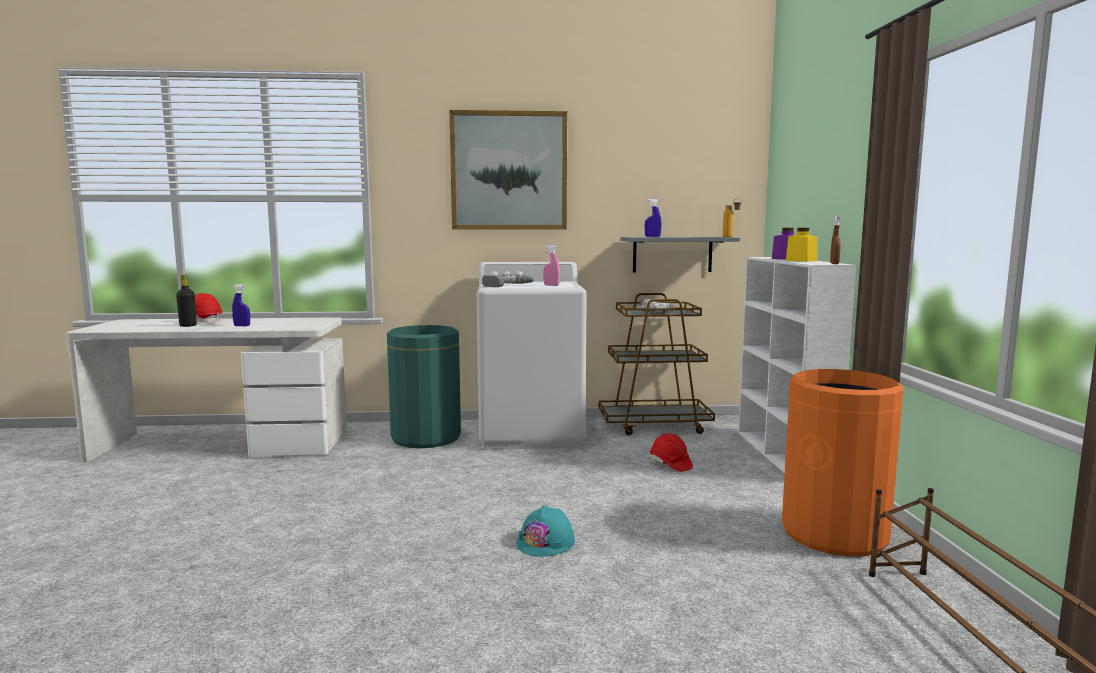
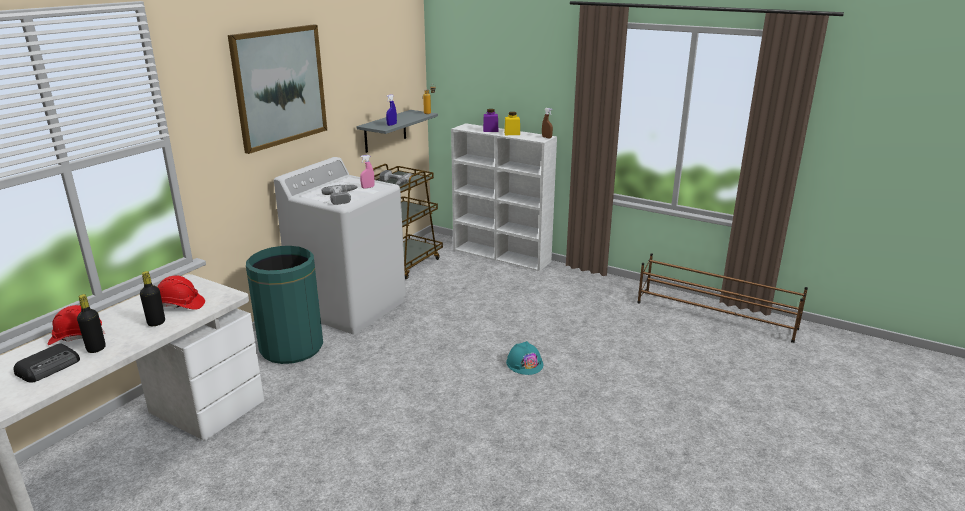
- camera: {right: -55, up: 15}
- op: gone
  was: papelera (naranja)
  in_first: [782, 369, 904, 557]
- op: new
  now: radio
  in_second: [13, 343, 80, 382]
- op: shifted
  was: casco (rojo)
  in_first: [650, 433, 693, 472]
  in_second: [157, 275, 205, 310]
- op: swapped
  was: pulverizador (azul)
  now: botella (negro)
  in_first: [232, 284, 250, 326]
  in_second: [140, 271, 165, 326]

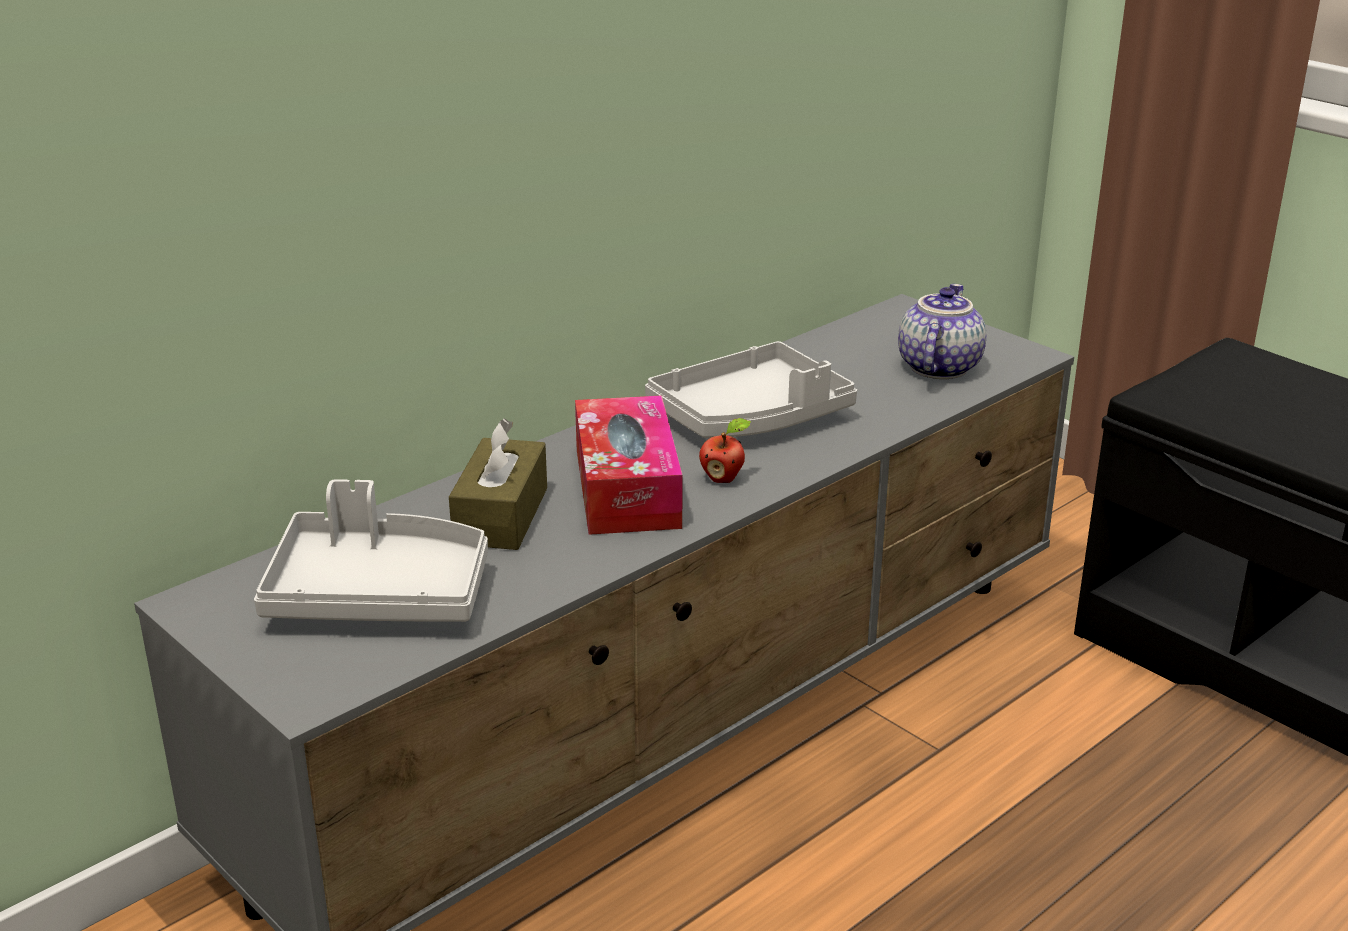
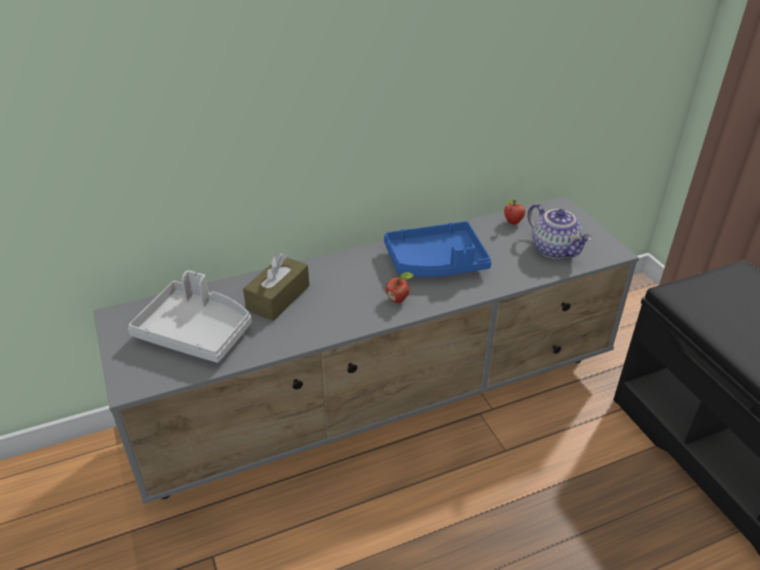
- camera: {right: 20, up: 10}
- op: gone
  was: caja de pañuelos
  in_first: [575, 395, 682, 535]
- op: new
  now: manzana
  in_second: [504, 200, 525, 225]
- op: repainted
  was: bandeja (gris)
  now: bandeja (azul)
  in_first: [645, 341, 857, 438]
  in_second: [384, 221, 492, 277]
- op: rotated
  was: tetera
  in_first: [898, 284, 986, 379]
  in_second: [527, 204, 592, 259]
  clockwise: 105

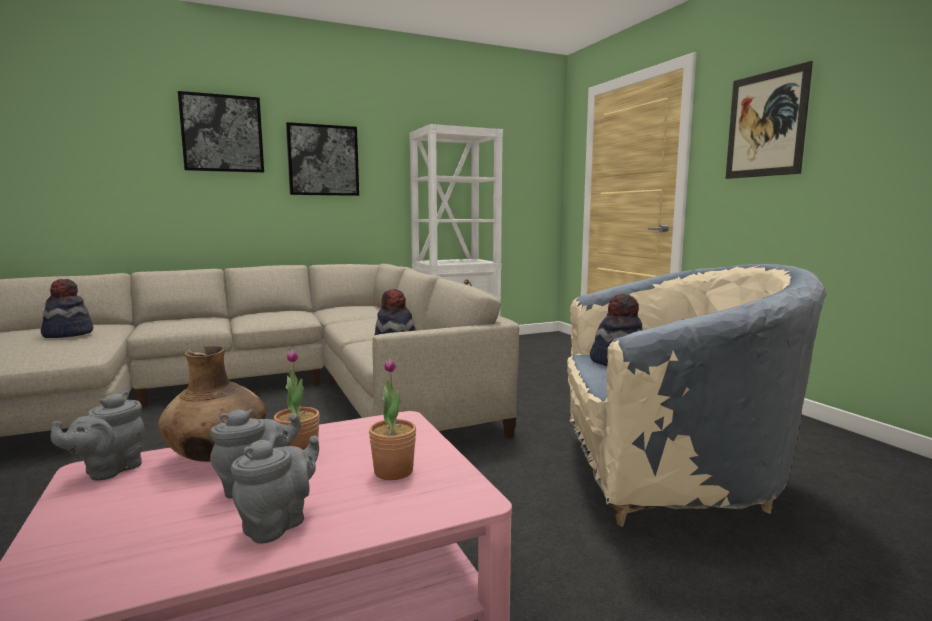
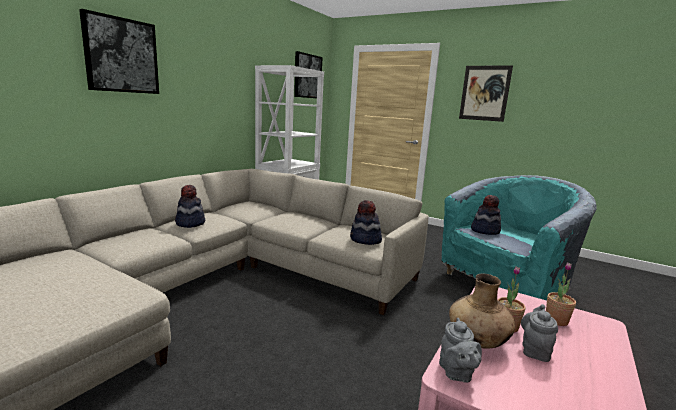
- camera: {right: -35, up: 5}
- op: gone
  was: tetera (gris)
  in_first: [231, 436, 319, 544]
- op: shifted
  was: sombrero
  in_first: [41, 279, 93, 338]
  in_second: [175, 185, 205, 228]
- op: shifted
  was: cuadro
  in_first: [286, 122, 359, 196]
  in_second: [294, 51, 323, 98]
- op: repainted
  was: sillón (beis)
  now: sillón (turquesa)
  in_first: [567, 264, 827, 527]
  in_second: [442, 175, 597, 300]

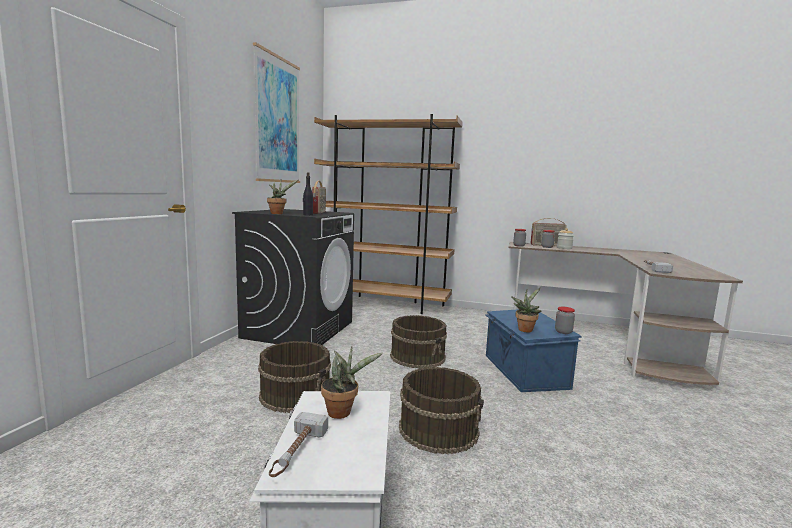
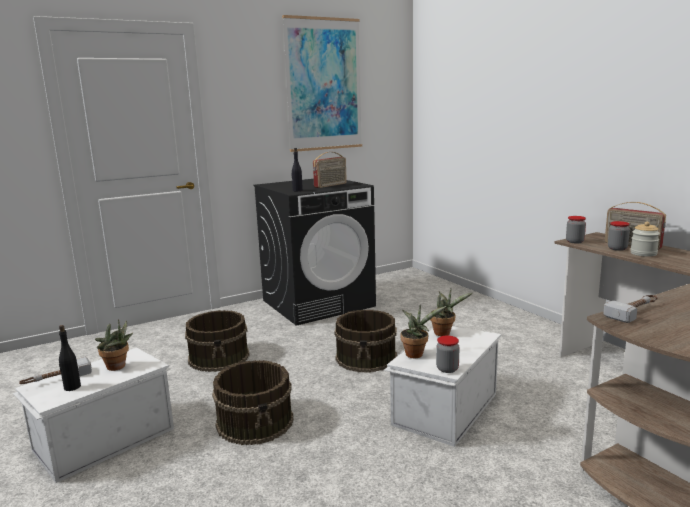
- camera: {right: 45, up: 5}
- op: gone
  was: estantería (marrón)
  in_first: [314, 114, 463, 314]
- op: new
  now: botella (negro)
  in_second: [59, 325, 81, 391]
- op: shifted
  was: planta en maceta
  in_first: [267, 179, 298, 214]
  in_second: [430, 289, 472, 336]
- op: repainted
  was: caja de almacenaje (azul)
  now: caja de almacenaje (blanco)
  in_first: [485, 309, 582, 392]
  in_second: [384, 326, 501, 447]

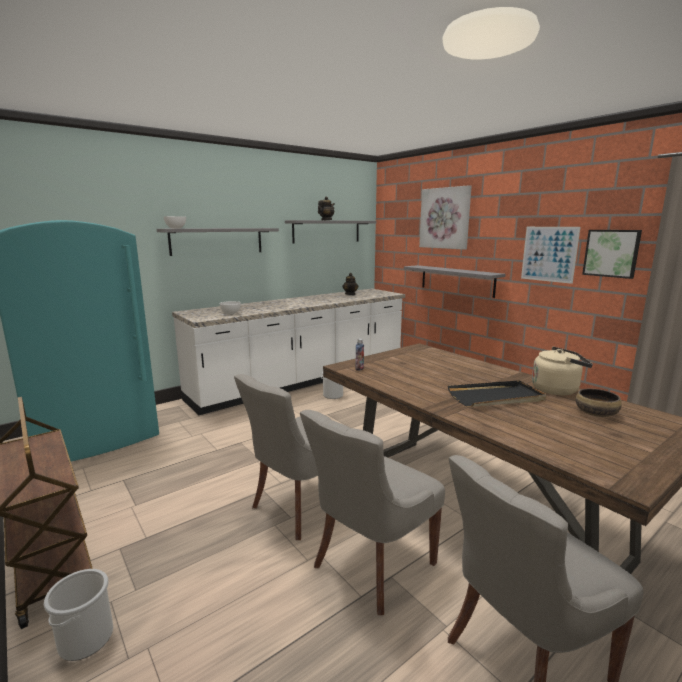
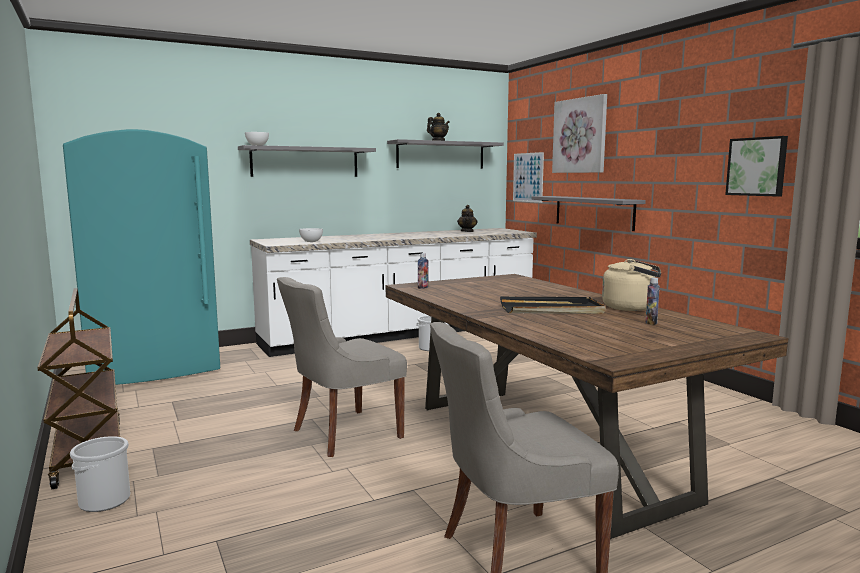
- camera: {right: 10, up: -5}
- op: gone
  was: silla (gris)
  in_first: [300, 410, 445, 615]
- op: shifted
  was: cuadro
  in_first: [521, 227, 580, 284]
  in_second: [513, 152, 544, 203]
- op: swapped
  was: cuenco
  now: botella
  in_first: [576, 388, 622, 417]
  in_second: [645, 278, 660, 325]

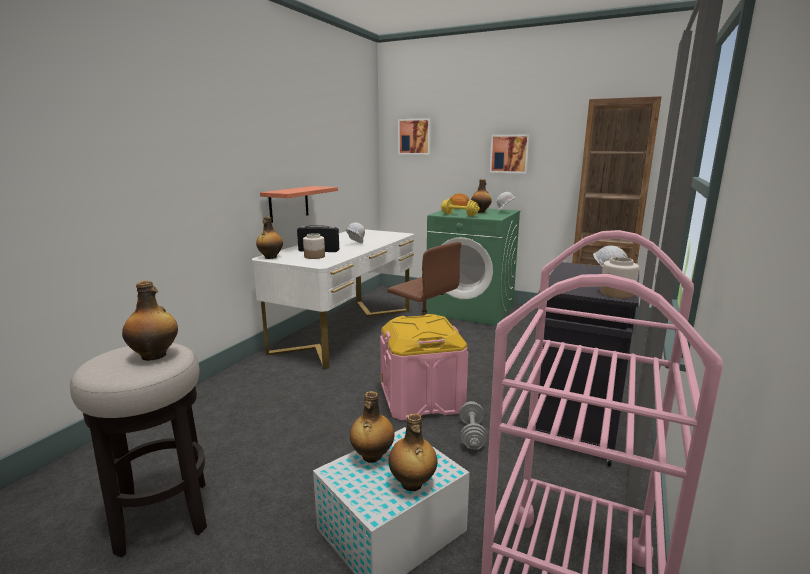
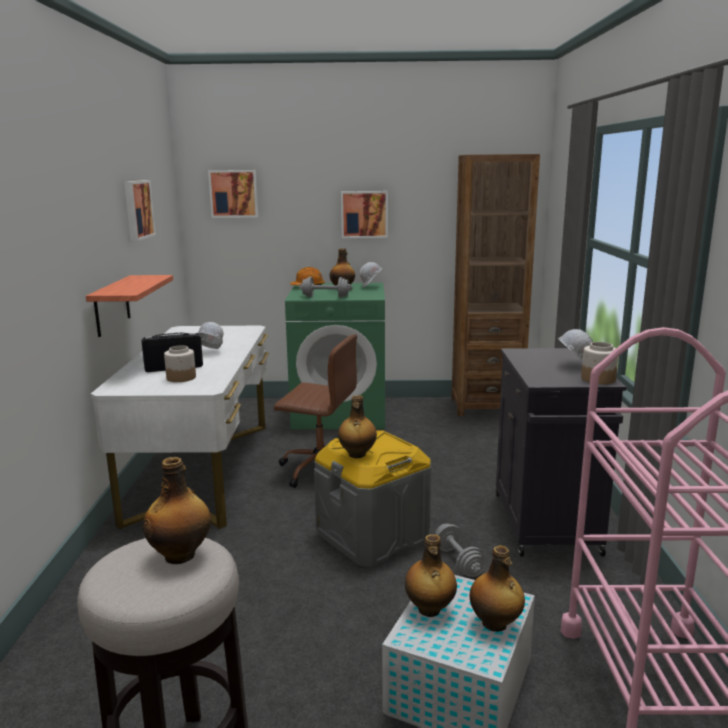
- camera: {right: -25, up: 0}
- op: new
  now: cuadro
  in_second: [124, 180, 156, 241]
- op: shifted
  was: botella
  in_first: [256, 217, 283, 259]
  in_second: [338, 395, 377, 459]
- op: repainted
  was: caja de almacenaje (rosa)
  now: caja de almacenaje (gris)
  in_first: [380, 314, 468, 420]
  in_second: [314, 430, 431, 567]
- op: repainted
  was: mancuerna (amarillo)
  now: mancuerna (gris)
  in_first: [441, 199, 480, 216]
  in_second: [299, 277, 353, 298]

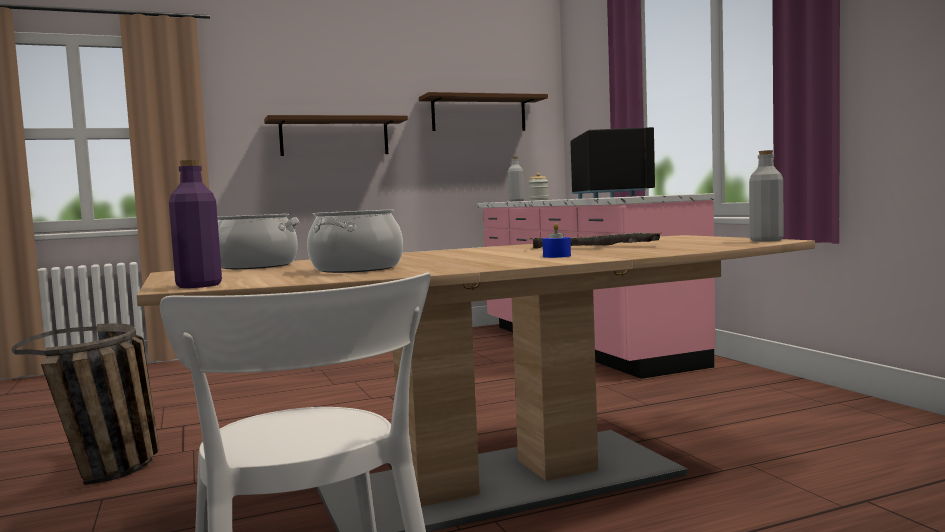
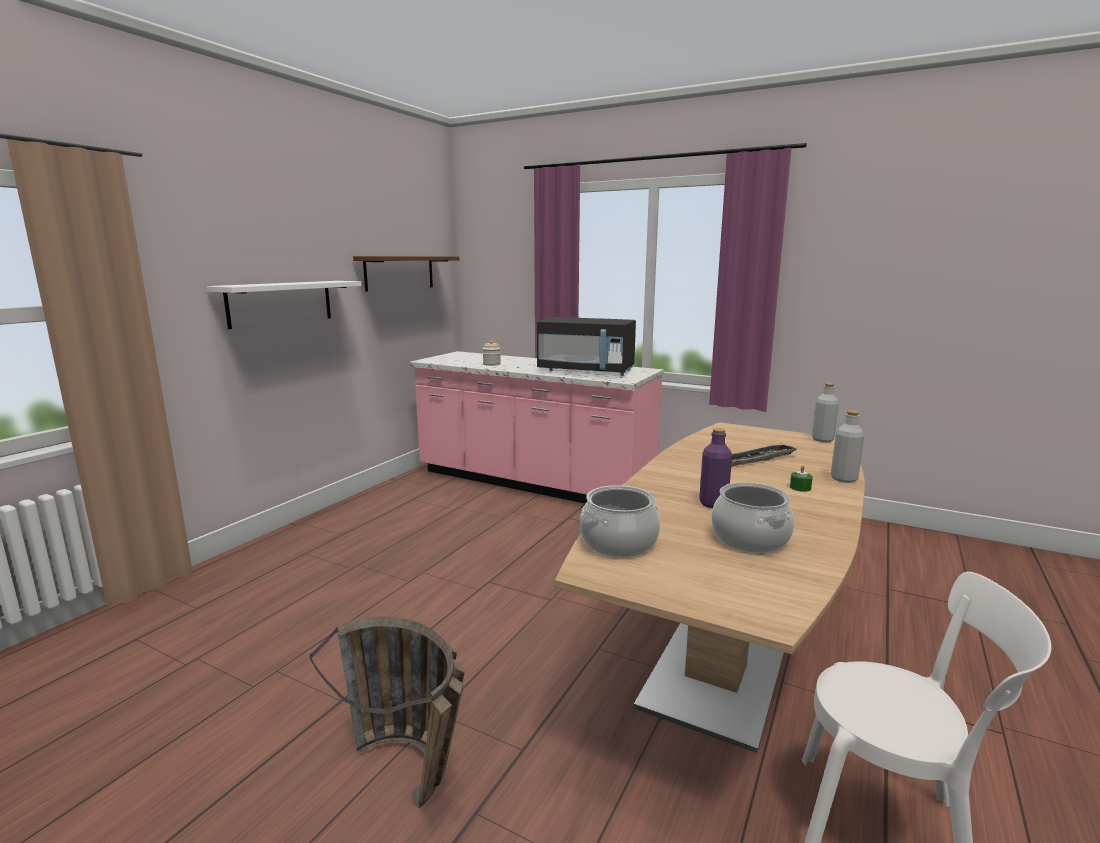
- camera: {right: -40, up: 10}
- op: shifted
  was: botella (morado)
  in_first: [169, 160, 222, 288]
  in_second: [699, 428, 732, 508]
- op: shifted
  was: botella (gris)
  in_first: [508, 157, 524, 201]
  in_second: [831, 410, 864, 483]
- op: repainted
  was: estante (marrón)
  now: estante (blanco)
  in_first: [264, 115, 408, 156]
  in_second: [207, 281, 362, 329]
- op: repainted
  was: vela (azul)
  now: vela (verde)
  in_first: [543, 223, 571, 258]
  in_second: [790, 465, 813, 492]
- op: rotated
  was: microondas (negro)
  in_first: [570, 127, 655, 199]
  in_second: [537, 317, 636, 376]
  clockwise: 150

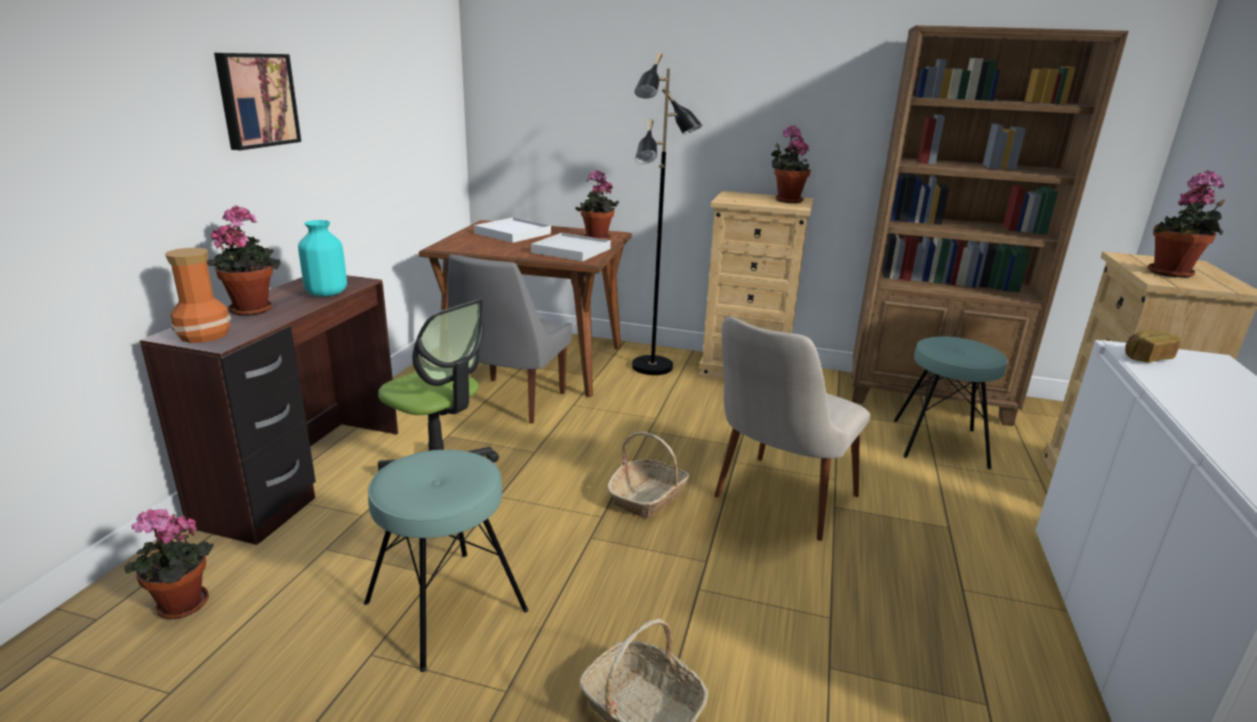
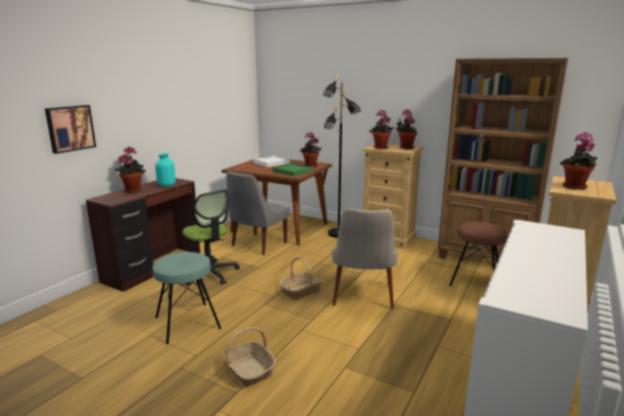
- camera: {right: 15, up: -5}
- op: gone
  was: florero
  in_first: [165, 248, 231, 343]
- op: gone
  was: pan
  in_first: [1125, 330, 1181, 363]
- op: shifted
  was: planta en maceta
  in_first: [124, 509, 214, 619]
  in_second: [369, 110, 394, 149]
- op: shifted
  was: cuadro
  in_first: [214, 53, 301, 150]
  in_second: [45, 105, 96, 154]
- op: repainted
  was: bandeja (blanco)
  now: bandeja (verde)
  in_first: [531, 233, 611, 262]
  in_second: [272, 163, 313, 176]
- op: repainted
  was: taburete (turquesa)
  now: taburete (marrón)
  in_first: [894, 336, 1008, 469]
  in_second: [449, 222, 507, 286]
- op: rotated
  was: silla (beis)
  in_first: [714, 316, 870, 541]
  in_second: [332, 208, 398, 309]
  clockwise: -45

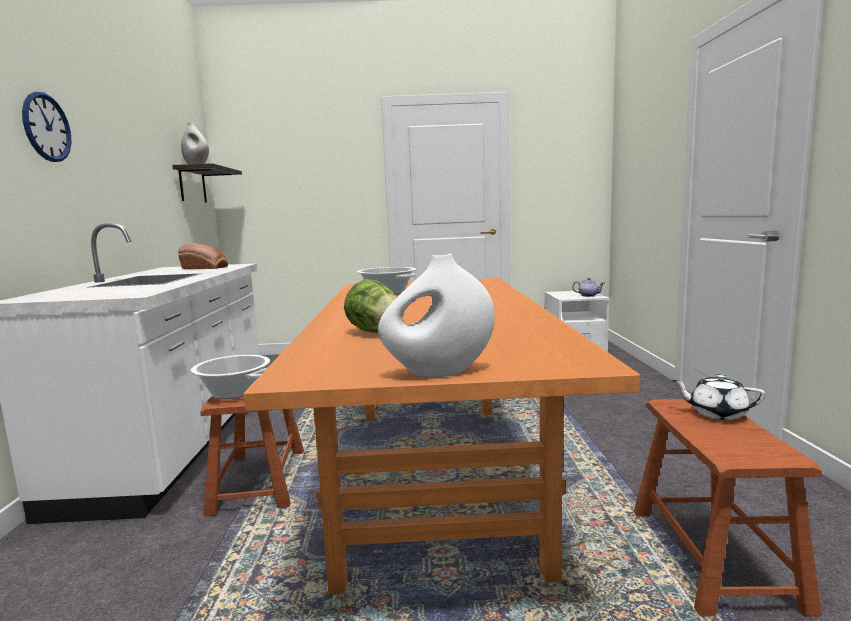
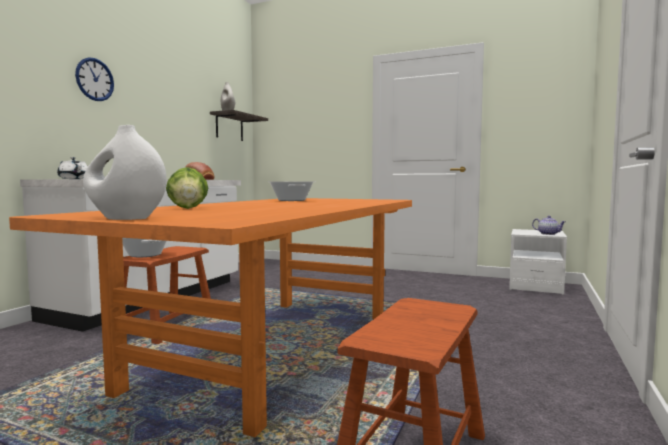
- camera: {right: 25, up: -5}
- op: shifted
  was: tetera (blanco)
  in_first: [672, 374, 765, 420]
  in_second: [57, 157, 88, 179]

